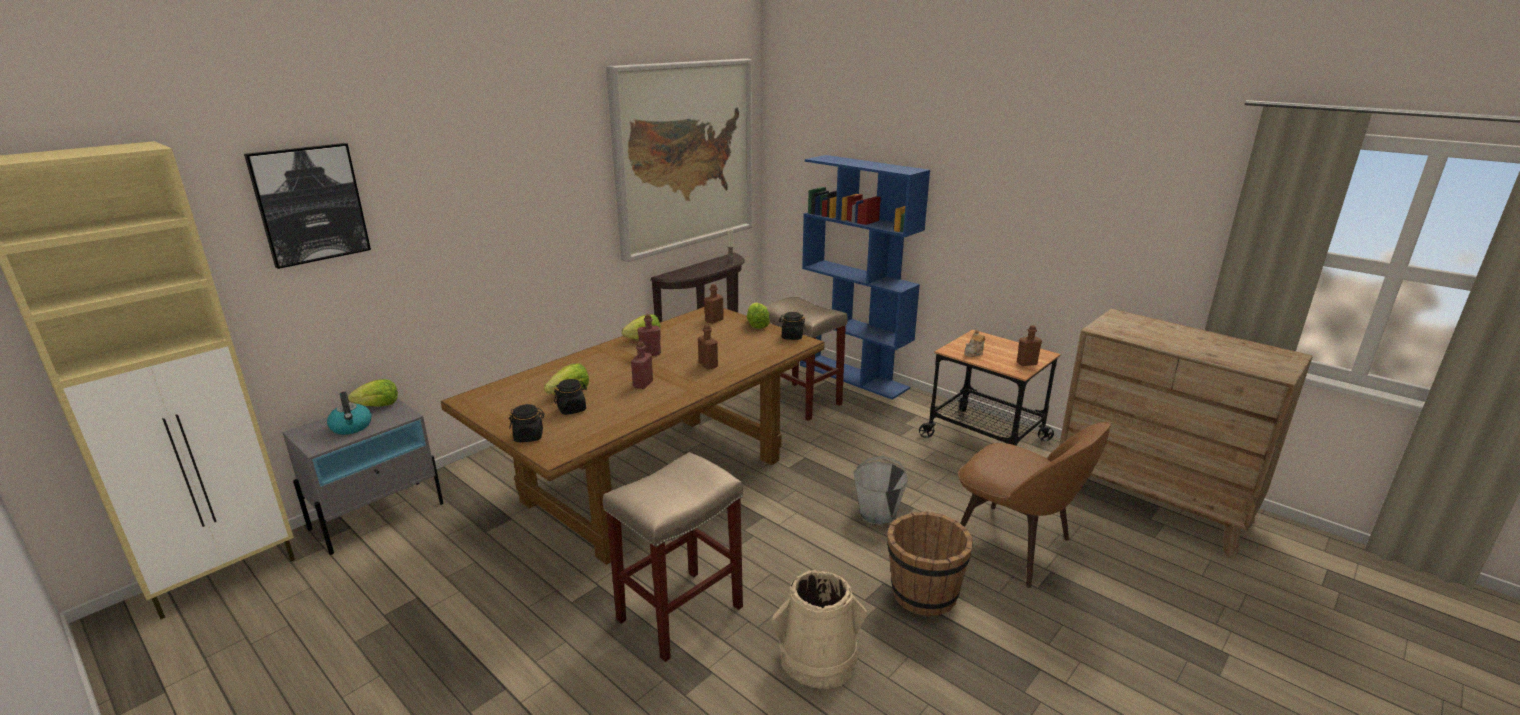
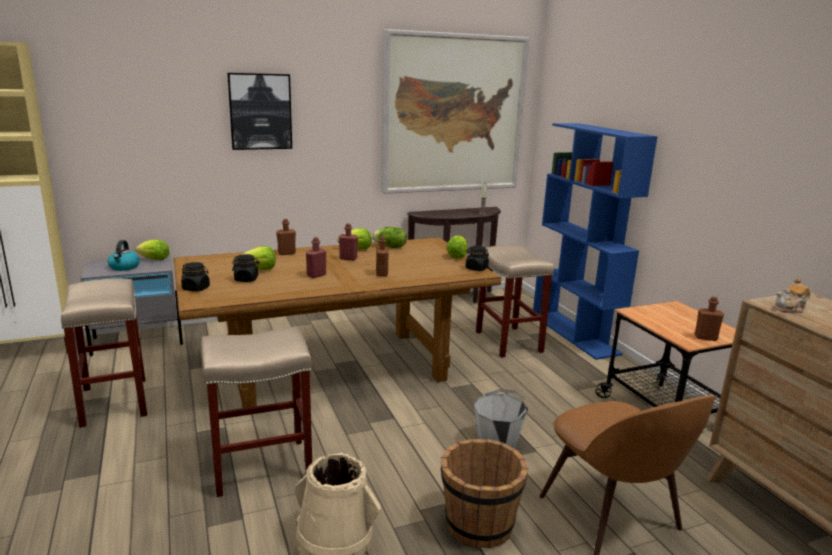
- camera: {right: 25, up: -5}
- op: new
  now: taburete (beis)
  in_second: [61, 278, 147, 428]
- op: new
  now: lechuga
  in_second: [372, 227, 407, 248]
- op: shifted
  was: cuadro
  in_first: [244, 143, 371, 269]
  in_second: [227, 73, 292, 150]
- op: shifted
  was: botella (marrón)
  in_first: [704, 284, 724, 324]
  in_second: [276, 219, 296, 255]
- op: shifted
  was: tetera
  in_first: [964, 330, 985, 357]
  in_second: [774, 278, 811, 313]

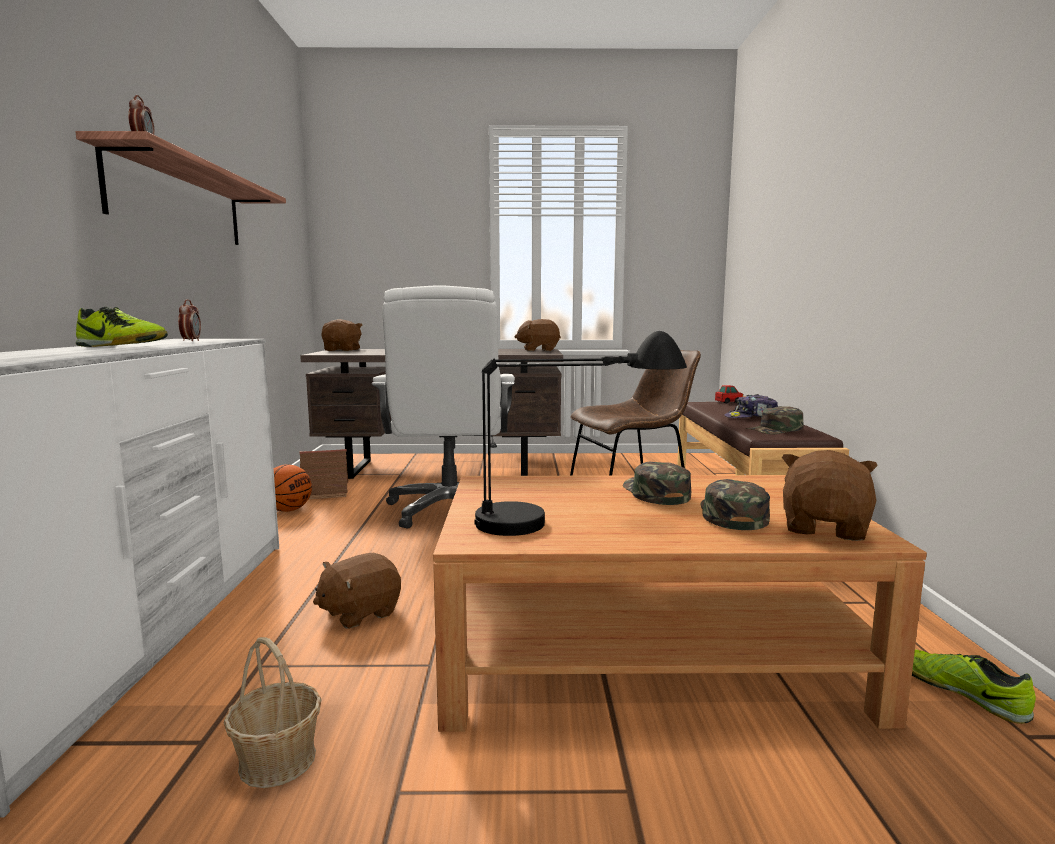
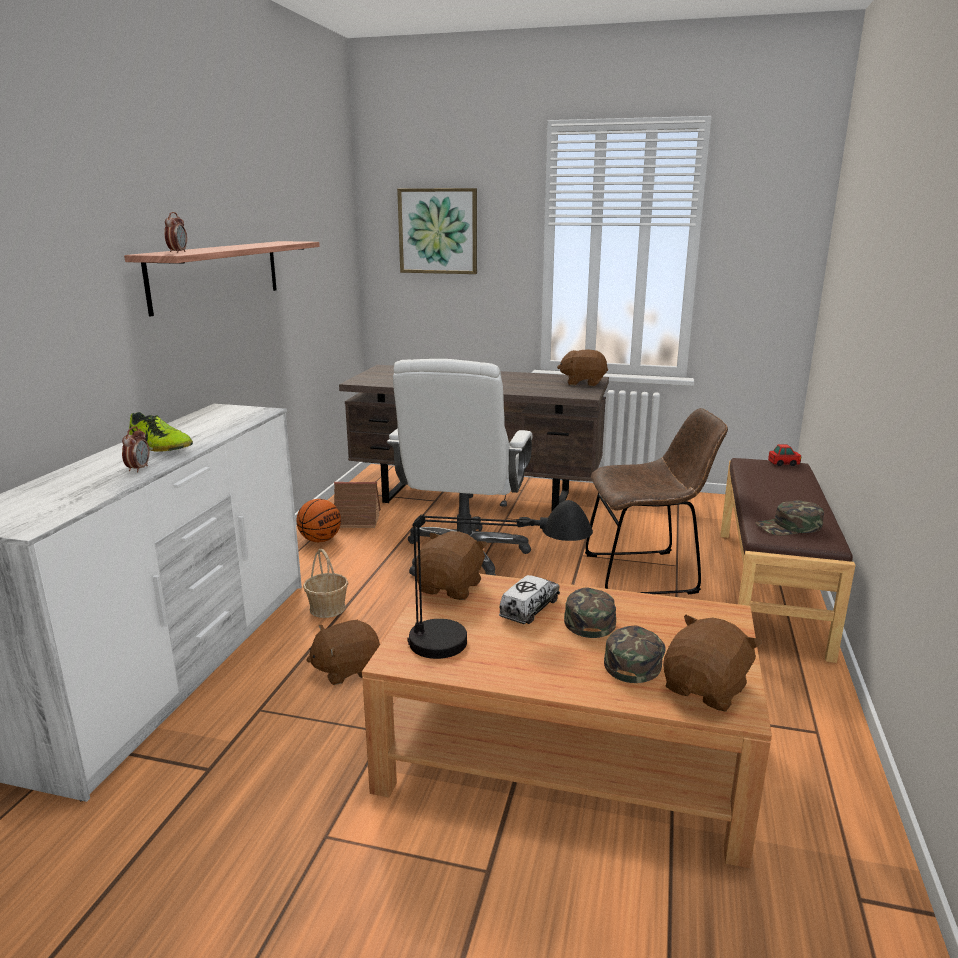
- camera: {right: 15, up: 10}
- op: gone
  was: gorra
  in_first: [725, 394, 778, 418]
- op: gone
  was: zapato
  in_first: [912, 649, 1036, 724]
- op: new
  now: cuadro
  in_second: [397, 188, 477, 274]
- op: new
  now: camión de juguete
  in_second: [499, 575, 560, 624]
- op: shifted
  was: despertador
  in_first: [178, 299, 201, 341]
  in_second: [122, 426, 150, 472]
- op: shifted
  was: cesta
  in_first: [224, 637, 322, 788]
  in_second: [303, 549, 348, 618]
- op: shifted
  was: peluche (marrón)
  in_first: [321, 319, 362, 351]
  in_second: [416, 531, 487, 600]

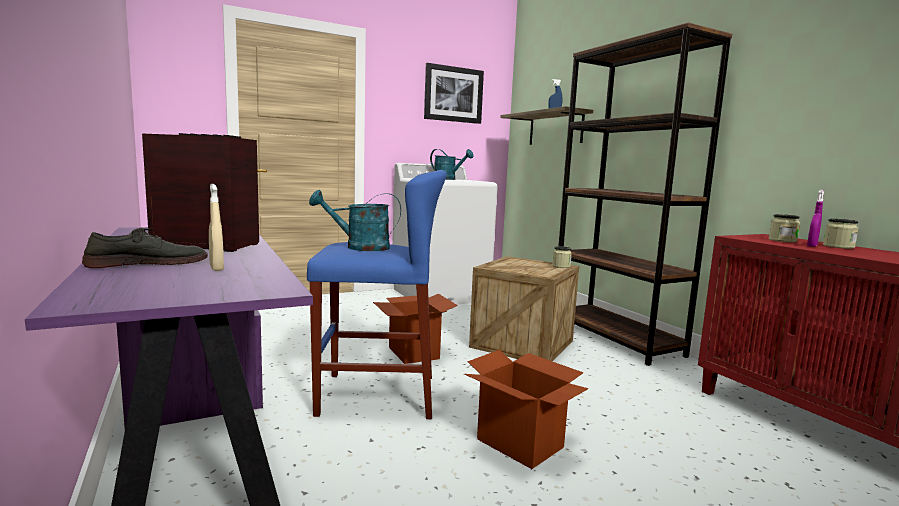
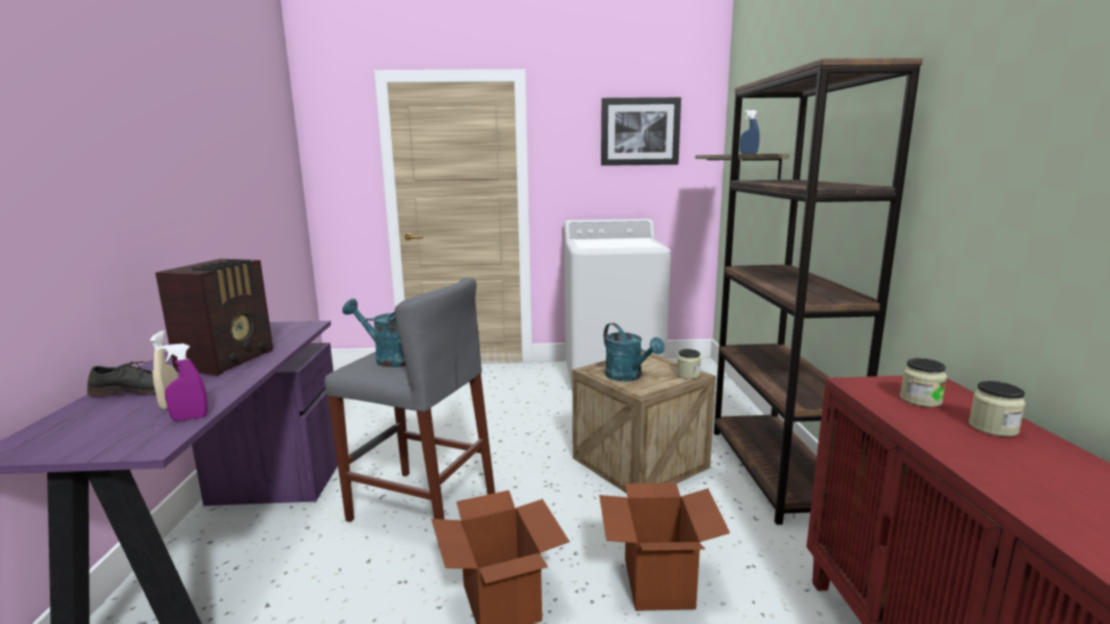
- camera: {right: 25, up: 5}
- op: shifted
  was: caja de cartón
  in_first: [373, 294, 458, 364]
  in_second: [599, 483, 730, 611]
- op: shifted
  was: regadera (turquesa)
  in_first: [430, 149, 474, 180]
  in_second: [604, 323, 665, 381]
- op: shifted
  was: pulverizador (morado)
  in_first: [807, 190, 824, 247]
  in_second: [161, 343, 208, 421]
- op: repainted
  was: taburete (azul)
  now: taburete (gris)
  in_first: [307, 170, 447, 419]
  in_second: [325, 277, 495, 545]
- op: rotated
  was: radio
  in_first: [142, 133, 259, 252]
  in_second: [155, 259, 273, 376]
  clockwise: 75

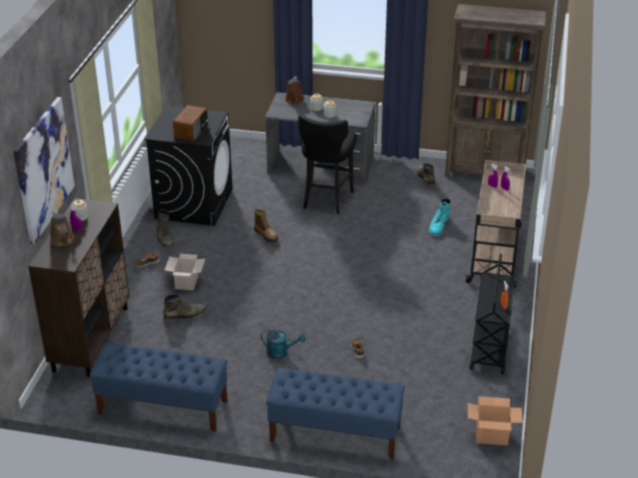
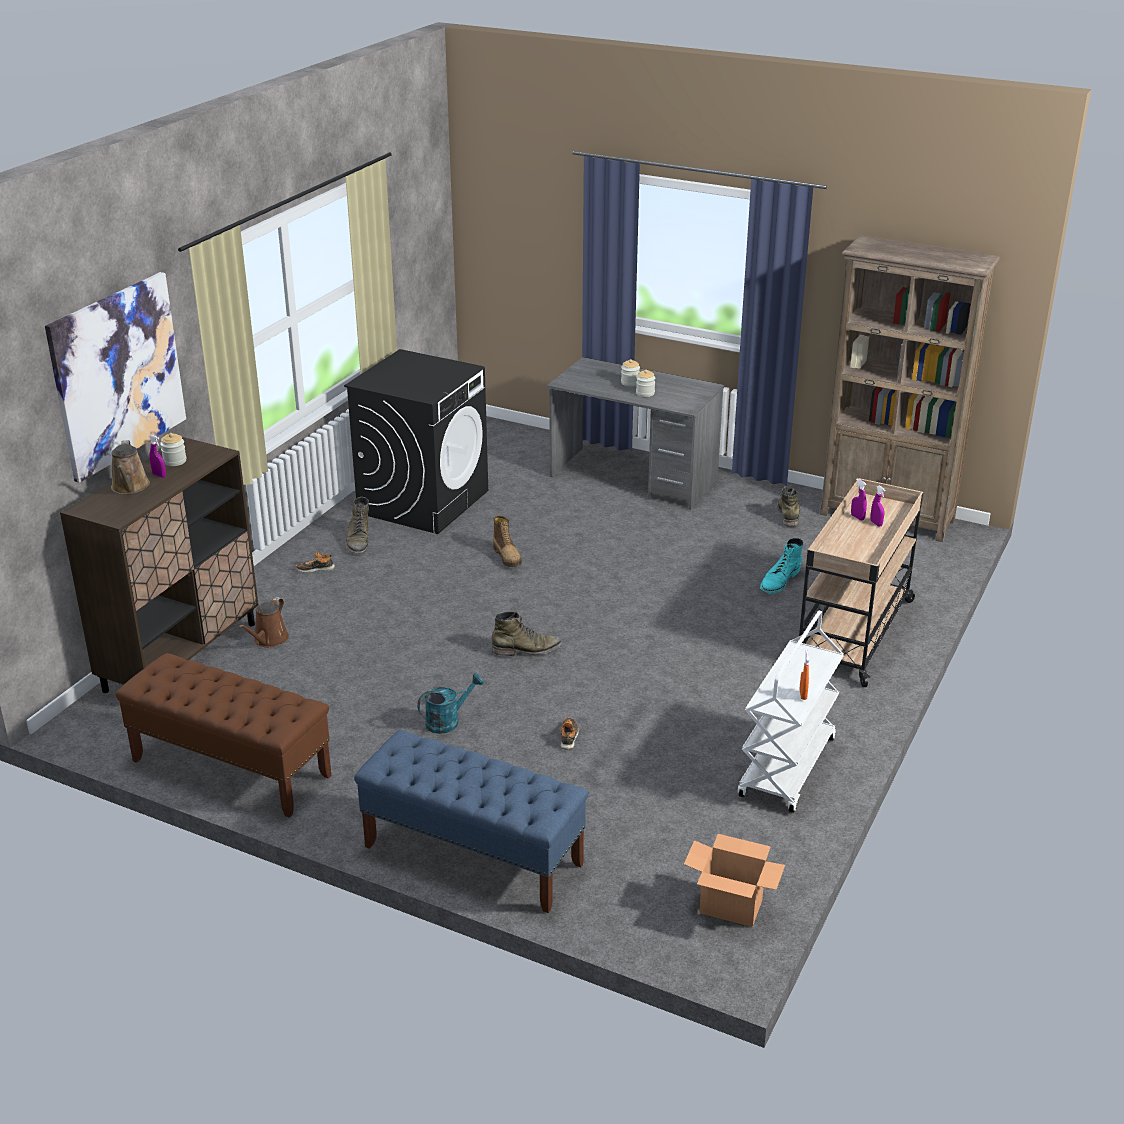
- camera: {right: 15, up: -5}
- op: gone
  was: caja de cartón
  in_first: [164, 254, 205, 290]
- op: gone
  was: radio
  in_first: [173, 105, 208, 142]
- op: gone
  was: taburete (negro)
  in_first: [298, 114, 357, 214]
- op: shifted
  was: bota (verde)
  in_first: [163, 294, 207, 323]
  in_second: [491, 611, 562, 656]
- op: shifted
  was: regadera (marrón)
  in_first: [285, 77, 304, 104]
  in_second: [239, 597, 289, 647]
- op: repainted
  was: banco (azul)
  now: banco (marrón)
  in_first: [89, 343, 228, 432]
  in_second: [116, 653, 332, 818]
- op: repainted
  was: carrito (negro)
  now: carrito (blanco)
  in_first: [470, 254, 515, 374]
  in_second: [738, 611, 844, 813]
- op: rotated
  was: regadera (turquesa)
  in_first: [261, 330, 306, 359]
  in_second: [417, 673, 484, 734]
  clockwise: -60

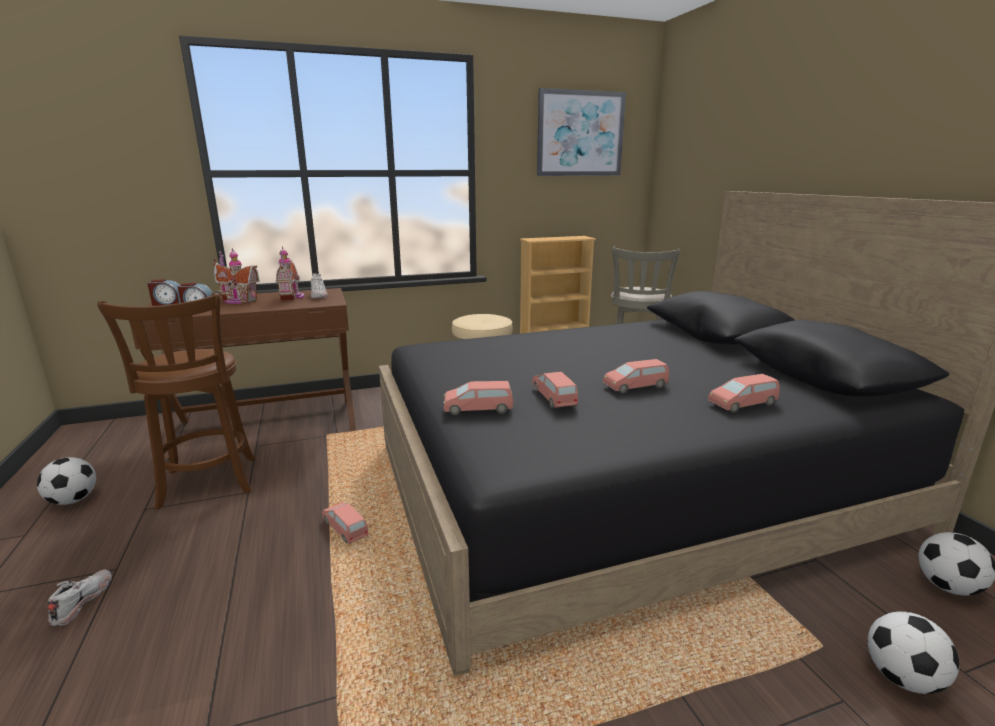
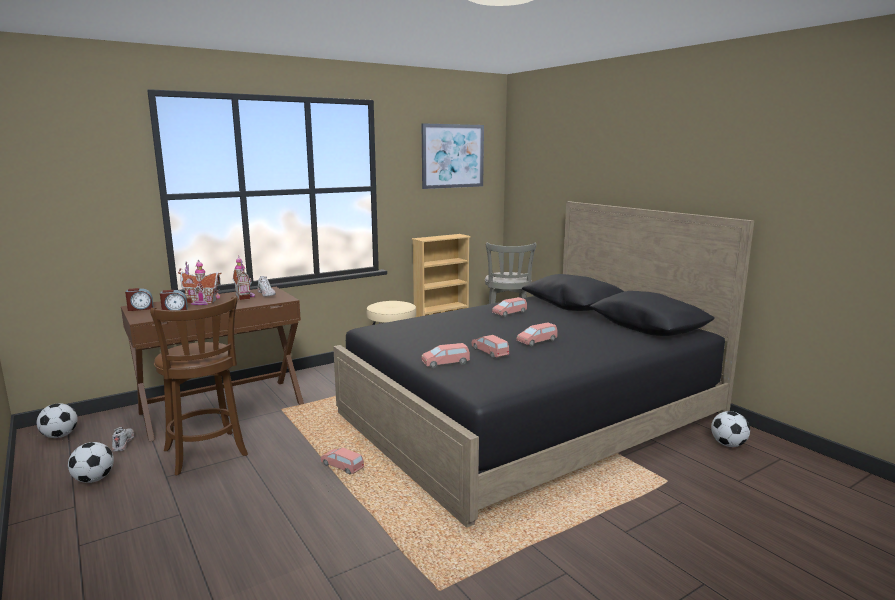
- camera: {right: -15, up: -5}
- op: shifted
  was: zapato (blanco)
  in_first: [47, 570, 112, 626]
  in_second: [112, 427, 134, 452]
- op: shifted
  was: coche de juguete (rosa)
  in_first: [708, 374, 780, 412]
  in_second: [492, 297, 527, 317]
- op: shifted
  was: balón de fútbol
  in_first: [868, 611, 959, 694]
  in_second: [37, 403, 78, 438]

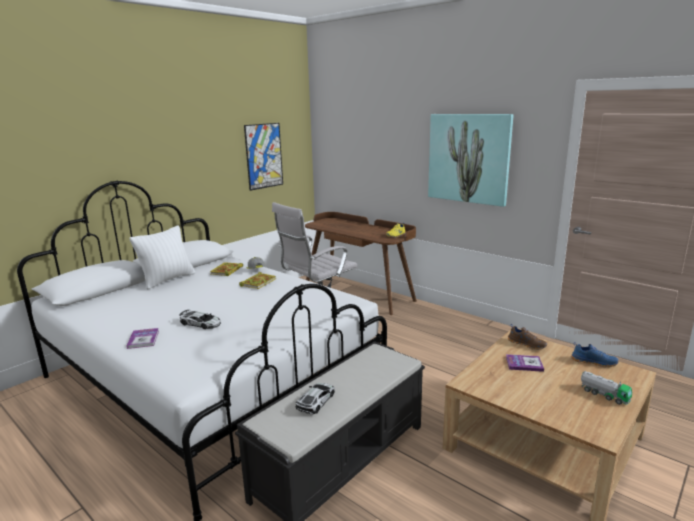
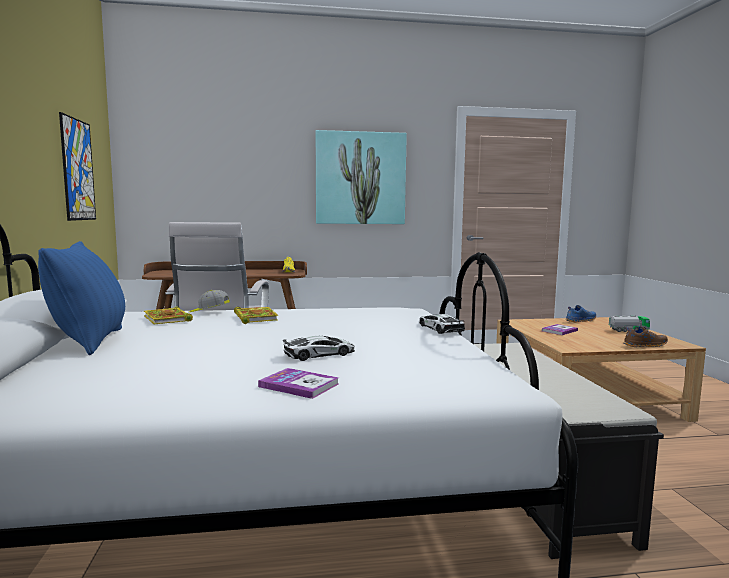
- camera: {right: -50, up: -10}
- op: shifted
  was: coche de juguete
  in_first: [296, 383, 335, 415]
  in_second: [419, 314, 465, 334]
- op: shifted
  was: zapato (marrón)
  in_first: [508, 324, 547, 350]
  in_second: [624, 326, 668, 347]
- op: repainted
  was: cojín (blanco)
  now: cojín (azul)
  in_first: [129, 225, 195, 290]
  in_second: [38, 241, 125, 355]

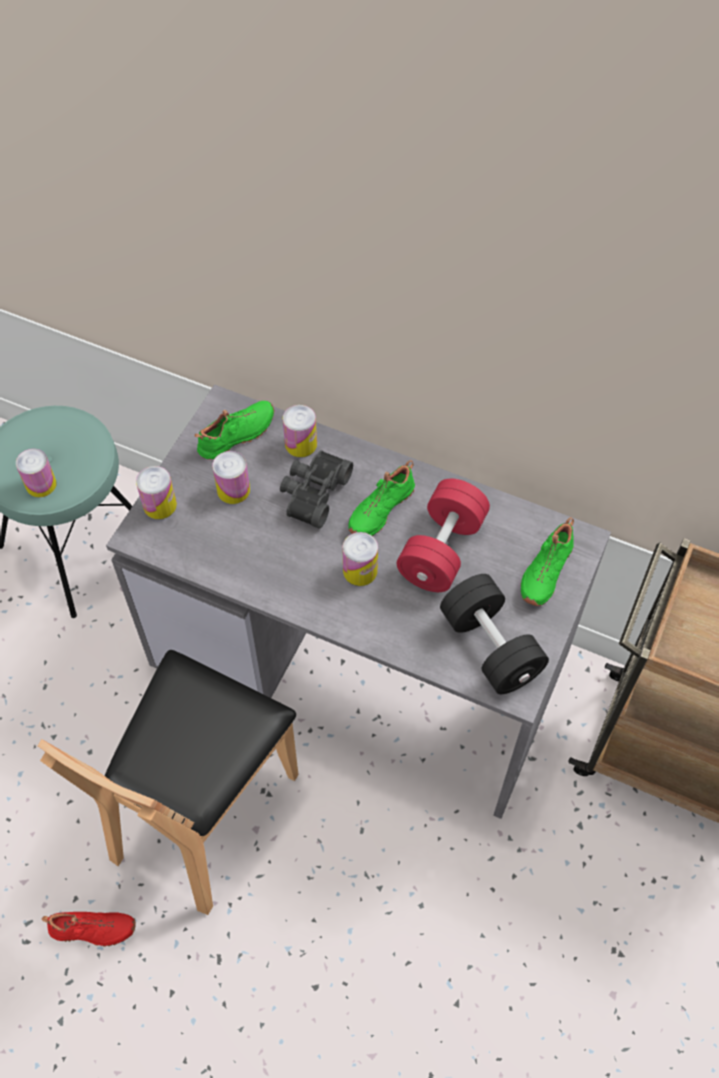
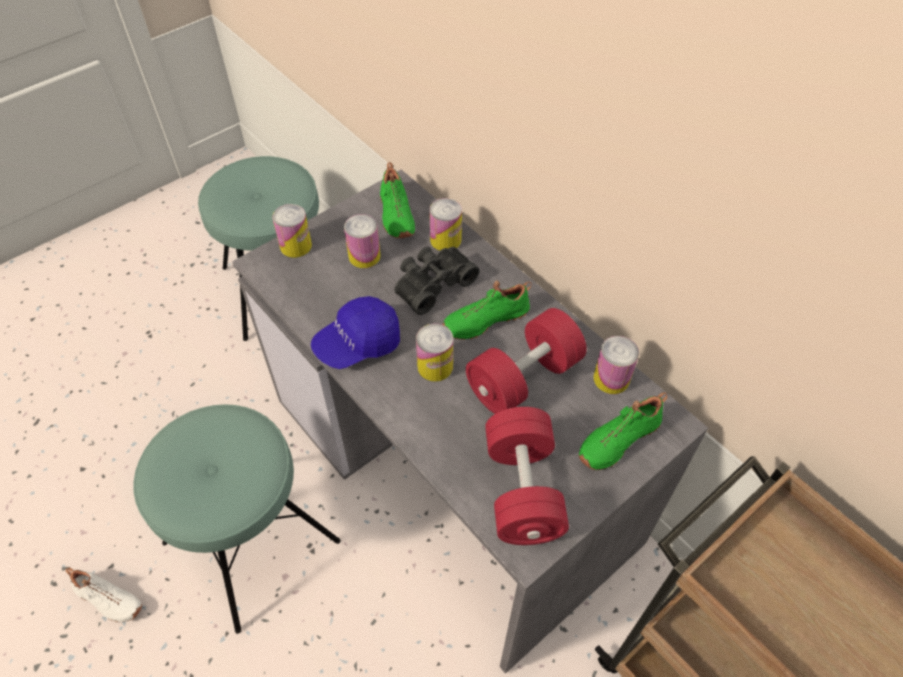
- camera: {right: 25, up: -5}
- op: new
  now: gorra (azul)
  in_second: [311, 296, 400, 369]
- op: shifted
  was: lata
  in_first: [16, 449, 57, 497]
  in_second: [593, 336, 639, 394]
- op: swapped
  was: silla (marrón)
  now: taburete (turquesa)
  in_first: [38, 650, 298, 915]
  in_second: [134, 404, 341, 634]
- op: repainted
  was: zapato (rojo)
  now: zapato (blanco)
  in_first: [42, 912, 136, 946]
  in_second: [66, 568, 142, 622]
- op: repainted
  was: mancuerna (negro)
  now: mancuerna (rojo)
  in_first: [440, 574, 549, 694]
  in_second: [485, 407, 569, 545]
- op: rotated
  was: zapato (verde)
  in_first: [195, 401, 274, 460]
  in_second: [380, 162, 415, 238]
  clockwise: 90

